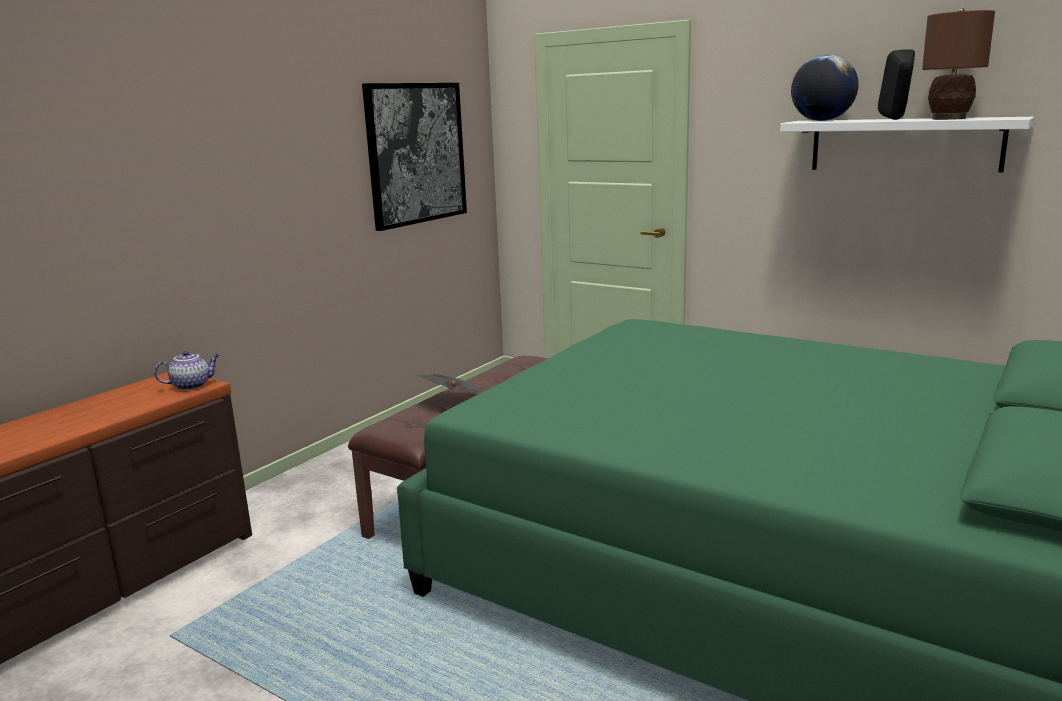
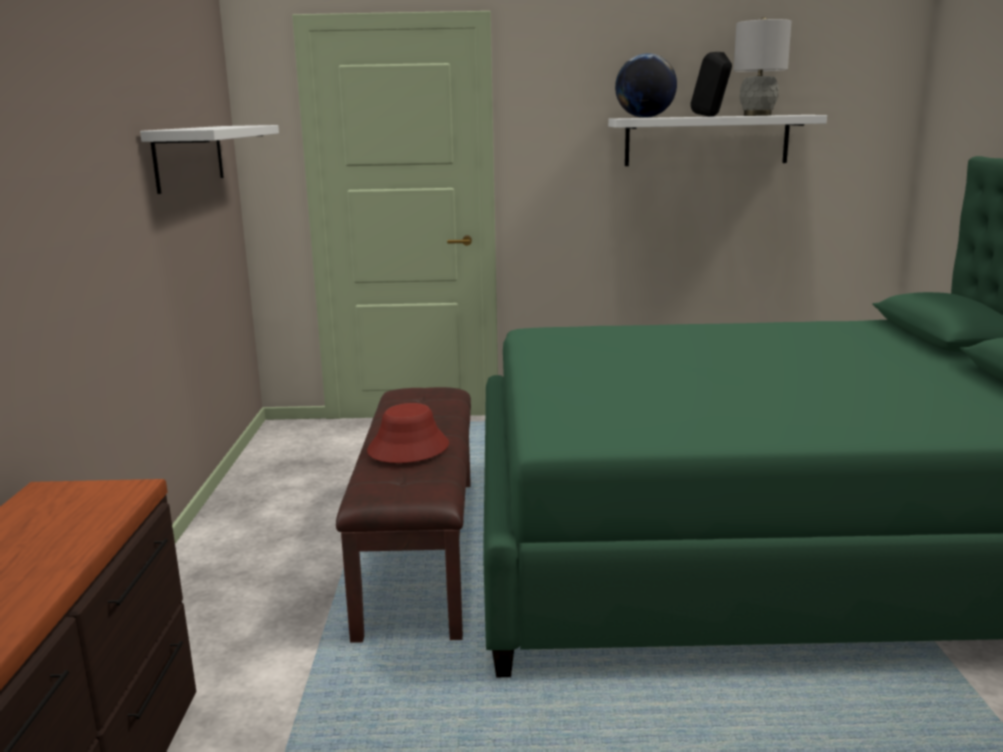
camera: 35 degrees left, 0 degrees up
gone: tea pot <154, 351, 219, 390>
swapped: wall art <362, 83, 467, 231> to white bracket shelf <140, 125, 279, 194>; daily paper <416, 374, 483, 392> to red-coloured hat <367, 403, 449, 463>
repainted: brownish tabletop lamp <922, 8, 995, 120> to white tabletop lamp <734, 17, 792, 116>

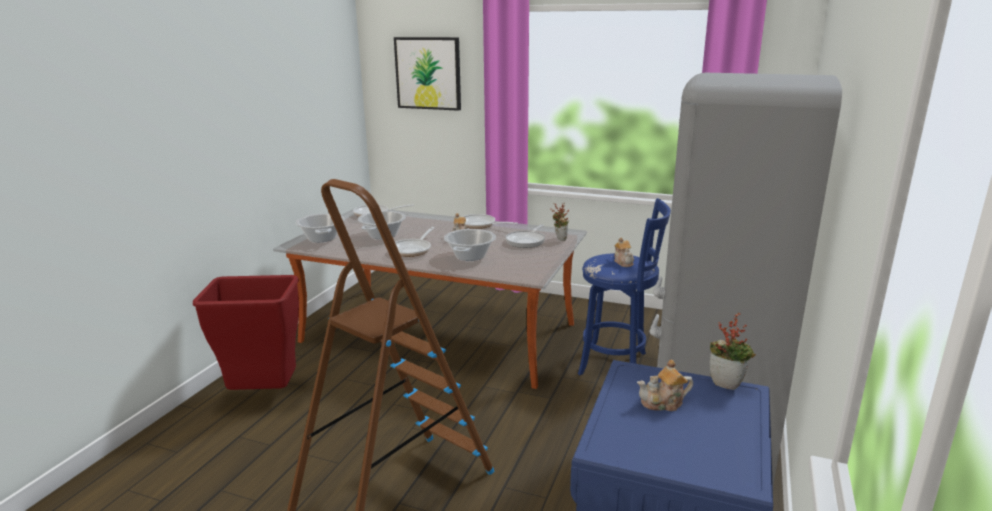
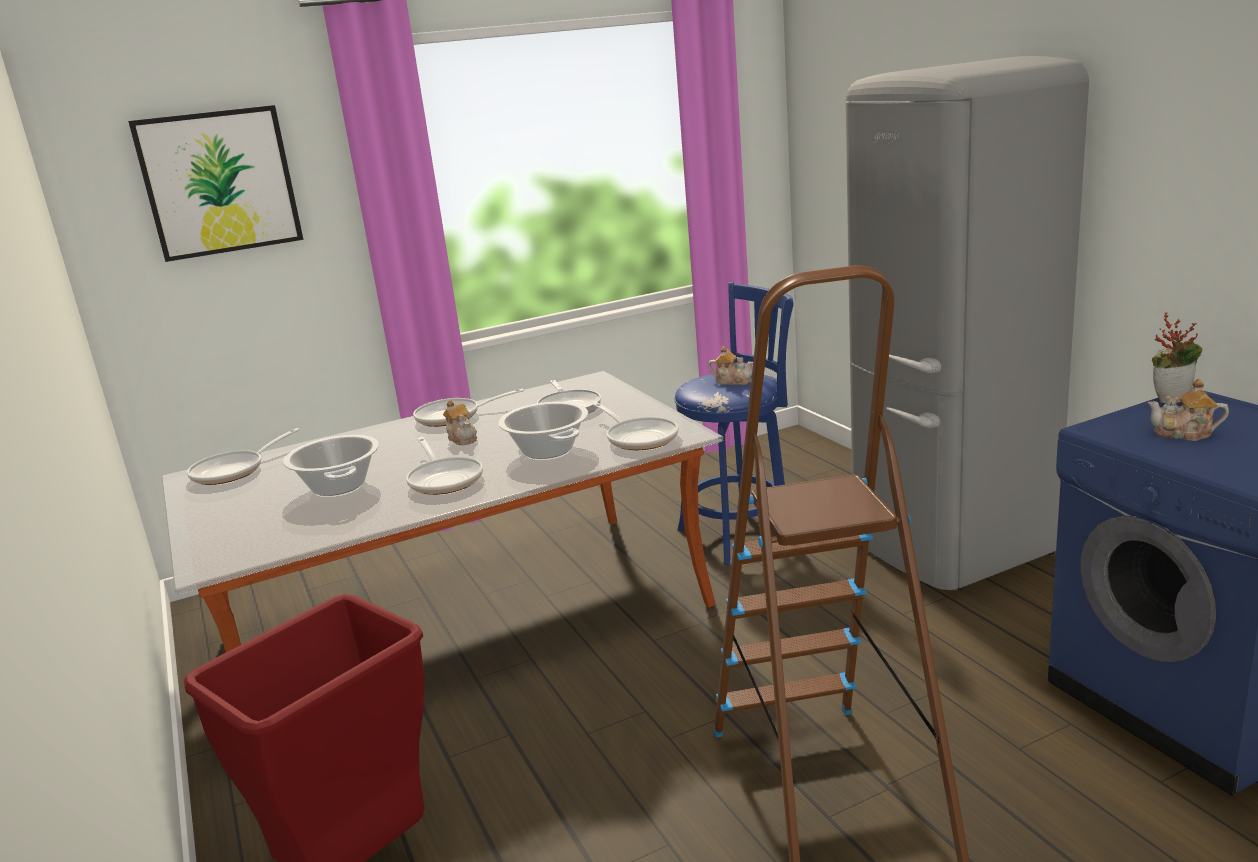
camera: 45 degrees left, 0 degrees up
gone: cooking pot <295, 213, 345, 242>; potted plant <550, 202, 569, 241>
new: frying pan <593, 403, 679, 450>
rotated: tea pot <637, 360, 693, 411> = <1148, 379, 1229, 441> 75 degrees clockwise

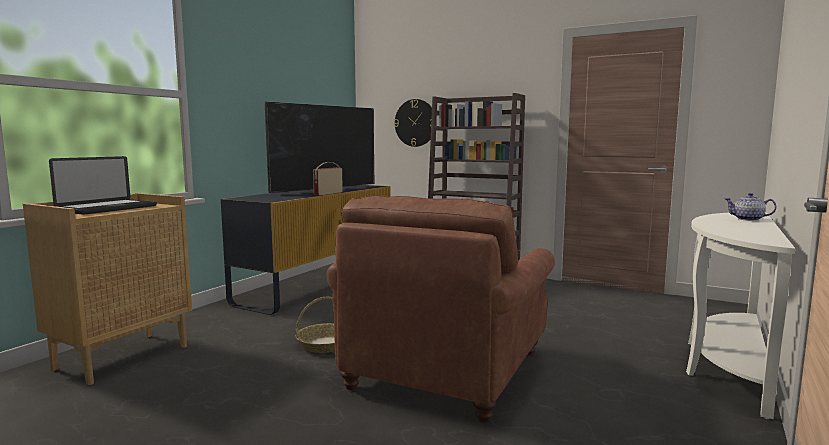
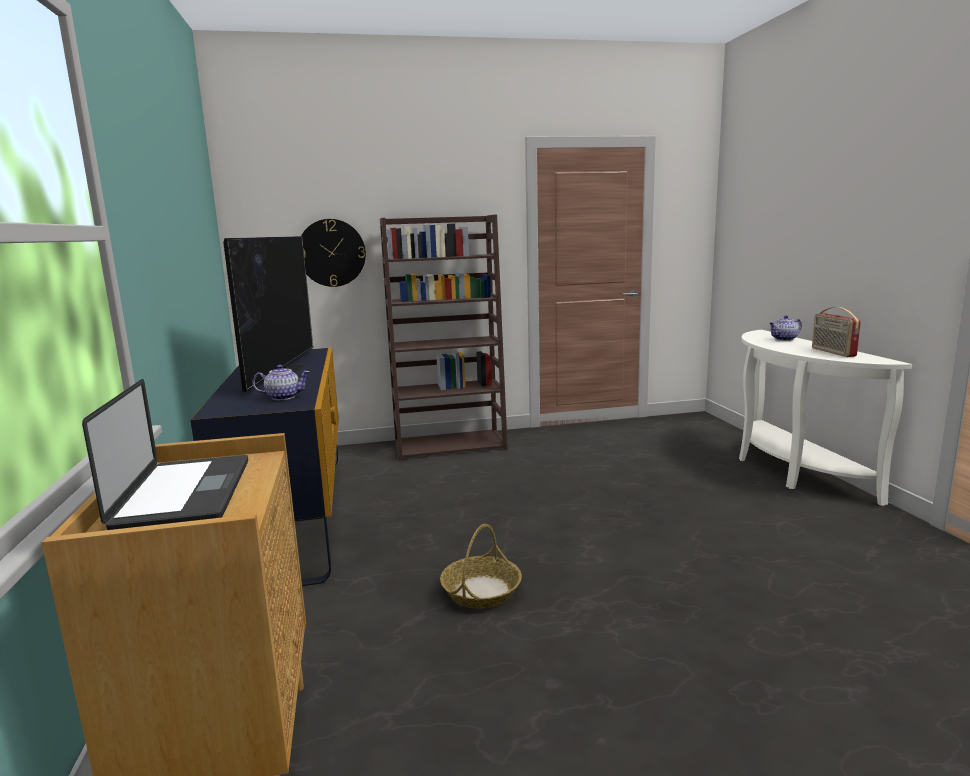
camera: 40 degrees left, 5 degrees up
gone: brownish easy chair <327, 195, 555, 423>
new: tea pot <252, 365, 310, 400>
shifted: radio <313, 162, 343, 195> to <812, 307, 861, 357>

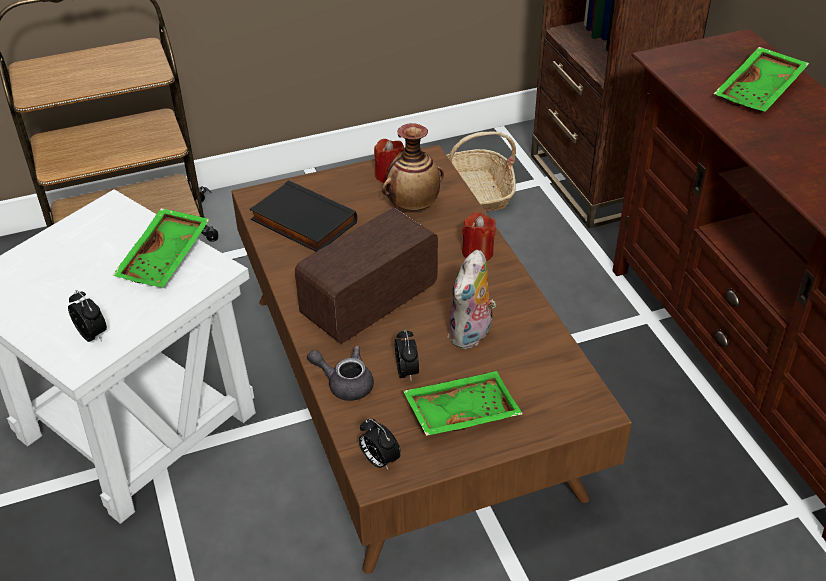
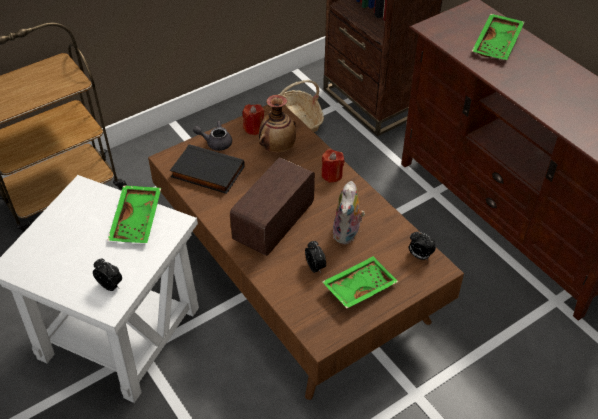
camera: 15 degrees left, 5 degrees up
shifted: greyish tea pot <307, 346, 374, 401> to <193, 121, 232, 151>; alarm clock <359, 419, 401, 471> to <409, 232, 436, 260>

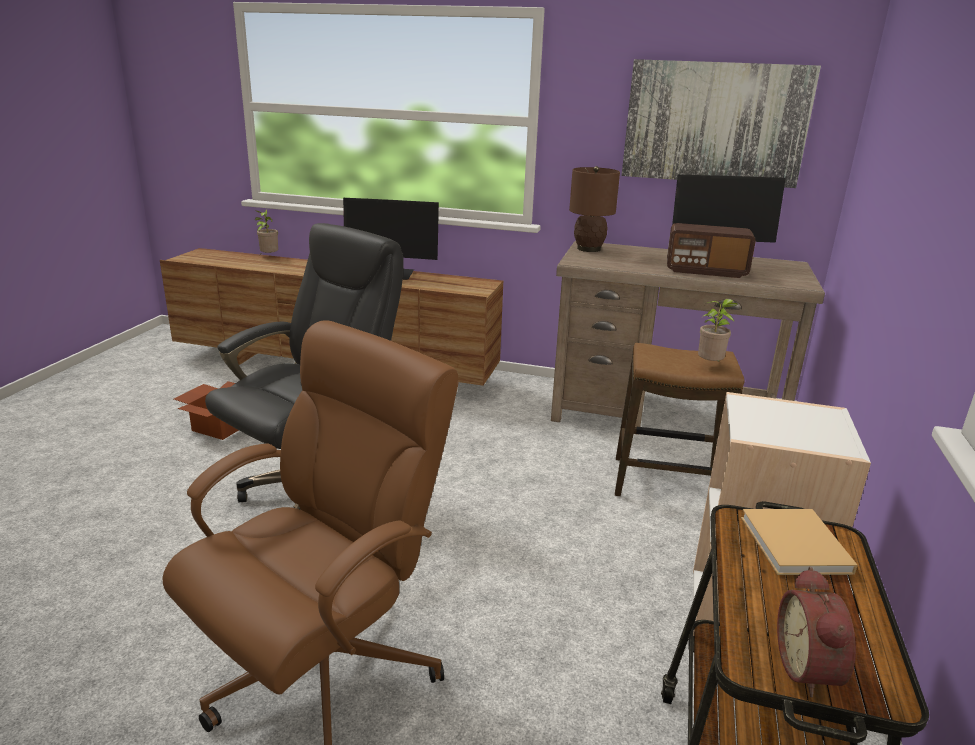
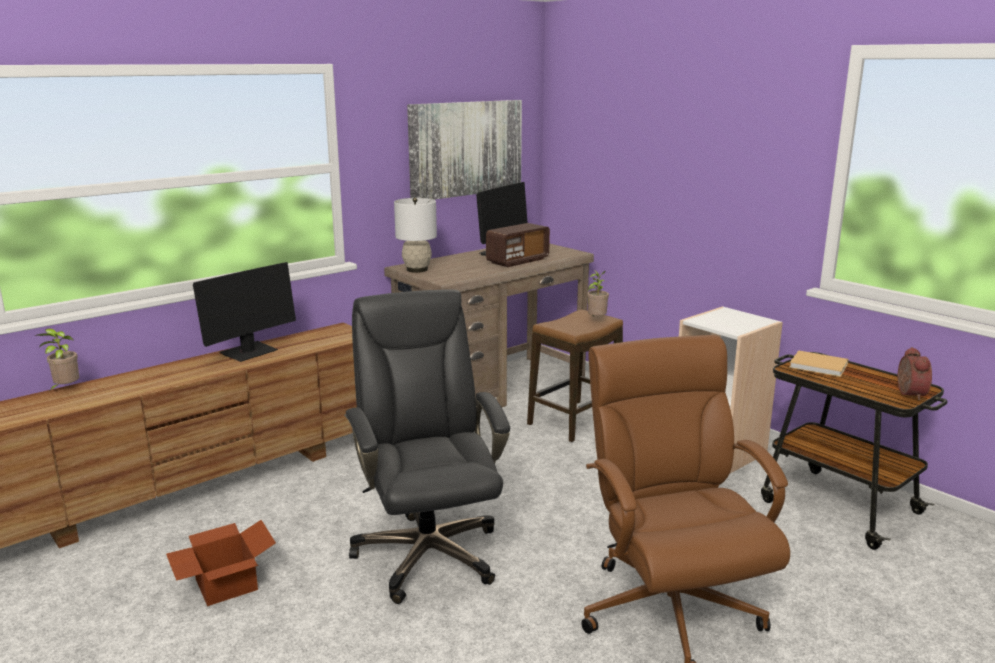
camera: 55 degrees left, 5 degrees down
repainted: brownish tabletop lamp <569, 166, 620, 252> to white tabletop lamp <394, 198, 437, 273>
rotated: alarm clock <777, 567, 856, 698> = <898, 347, 932, 400> 120 degrees counterclockwise

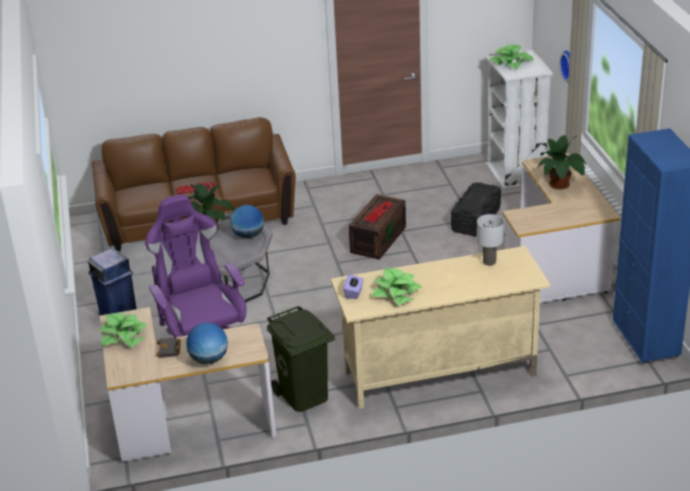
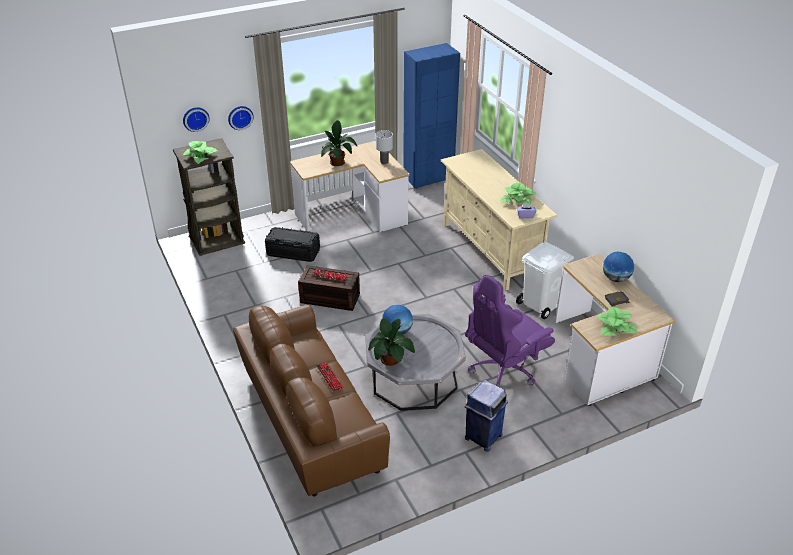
camera: 105 degrees left, 5 degrees up
new: wall clock <183, 107, 210, 132>
shifted: white tabletop lamp <477, 214, 504, 266> to <376, 130, 393, 164>
repainted: green trash can <267, 306, 335, 412> to white trash can <516, 242, 574, 319>; white bookshelf <485, 50, 553, 190> to brownish bookshelf <173, 138, 245, 256>

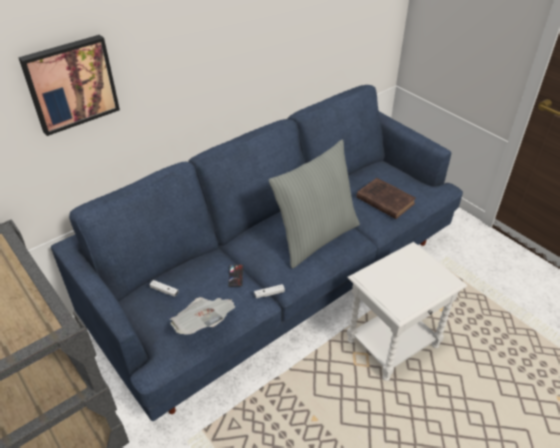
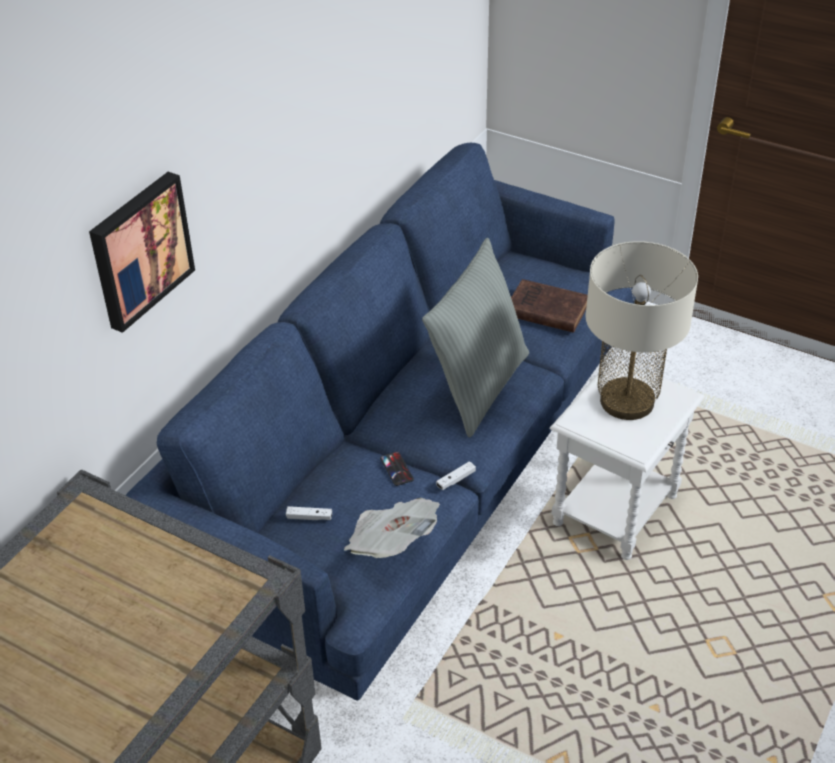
camera: 20 degrees left, 0 degrees up
new: tabletop lamp <585, 241, 698, 420>

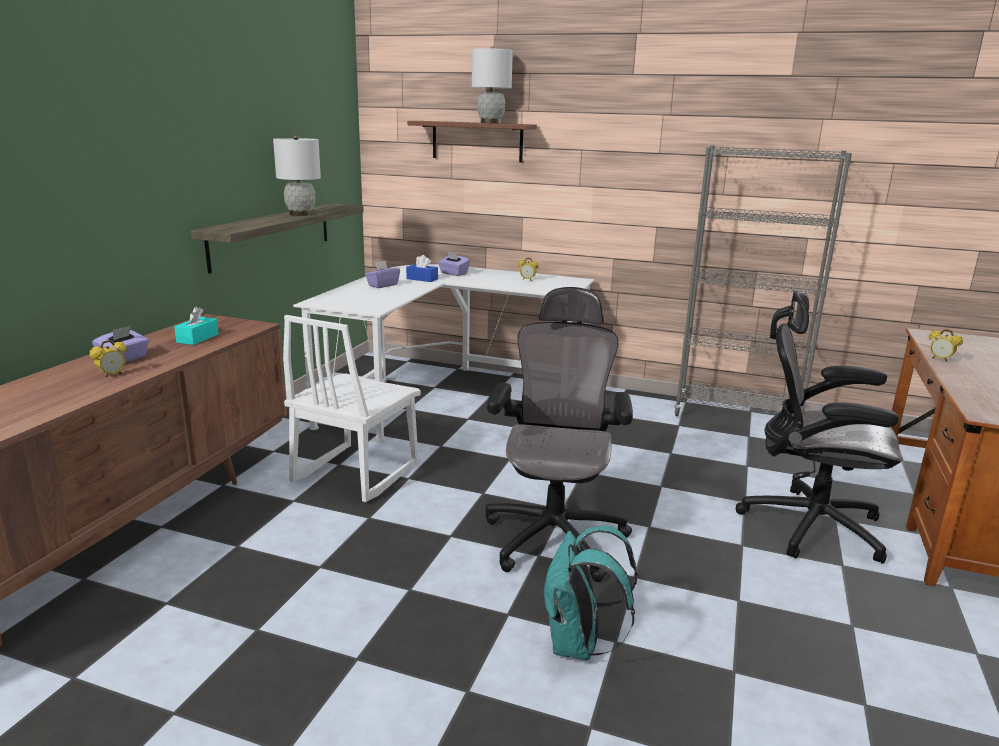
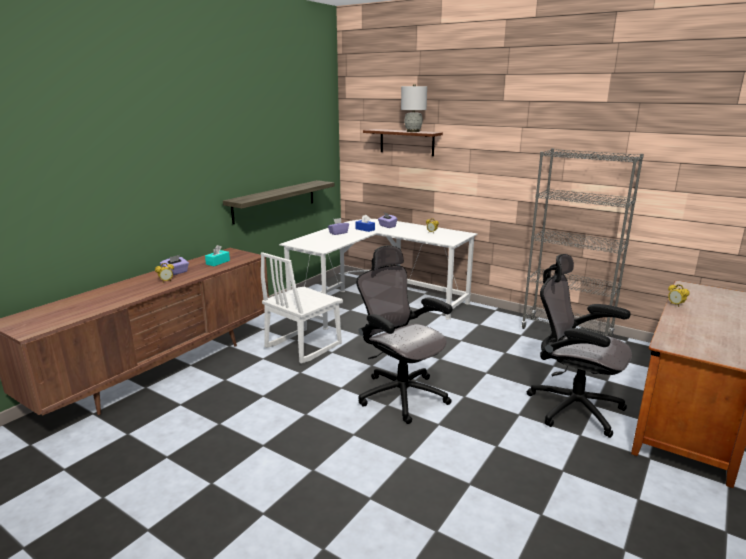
camera: 15 degrees right, 0 degrees up
gone: white tabletop lamp <273, 135, 321, 216>; turquoise rucksack <542, 526, 638, 661>
rotated: computer chair <486, 287, 633, 582> = <356, 245, 452, 424> 60 degrees counterclockwise

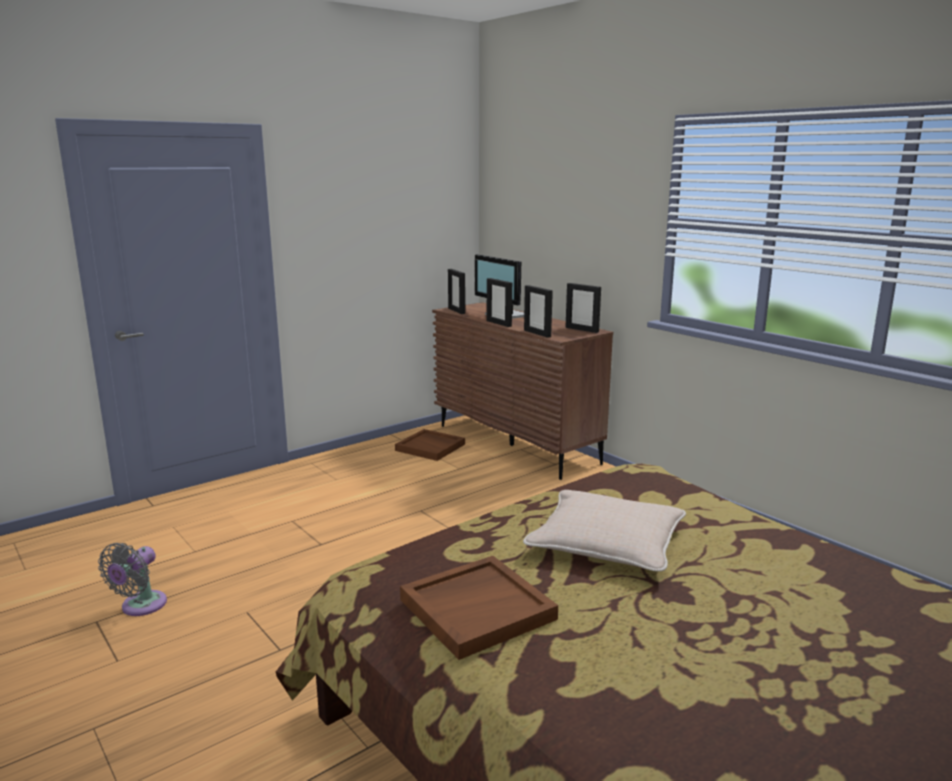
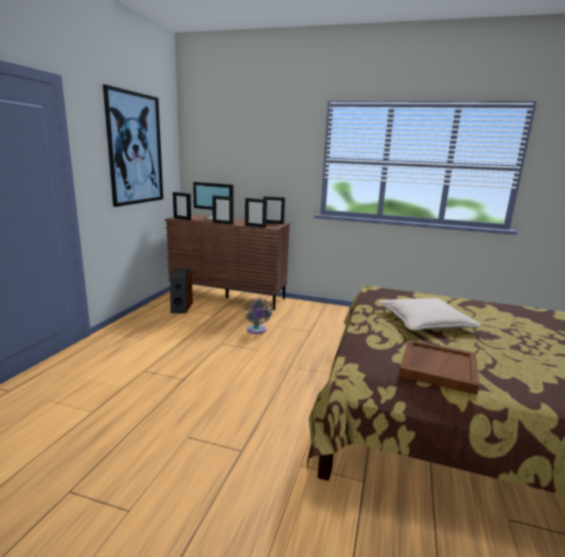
camera: 35 degrees left, 0 degrees up
new: wall art <103, 85, 163, 207>
shifted: greyish electric fan <98, 543, 167, 616> to <245, 299, 272, 334>
swapped: brownish tray <395, 429, 465, 461> to loudspeaker <170, 268, 193, 313>

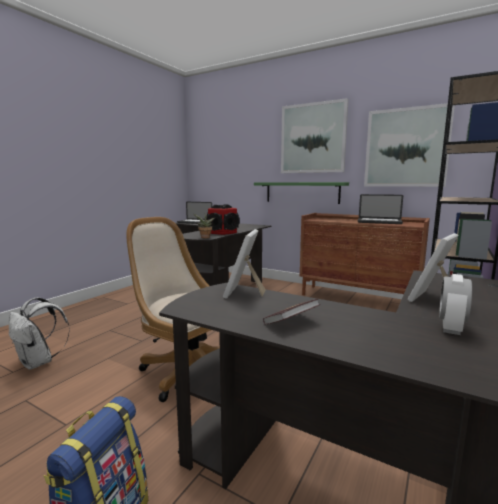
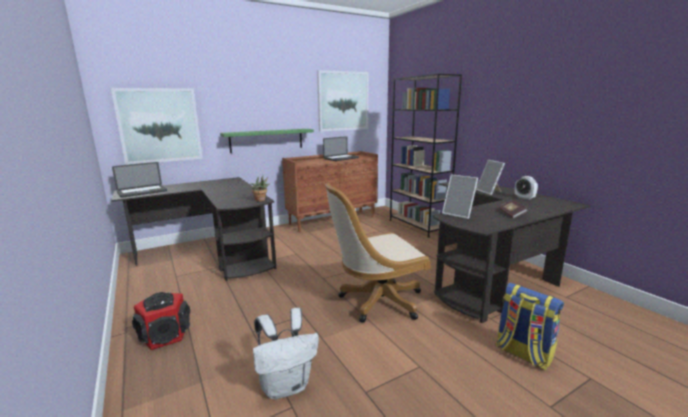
camera: 60 degrees left, 5 degrees up
shifted: loudspeaker <207, 204, 240, 235> to <132, 292, 190, 350>; wall art <281, 98, 348, 173> to <111, 88, 203, 165>

